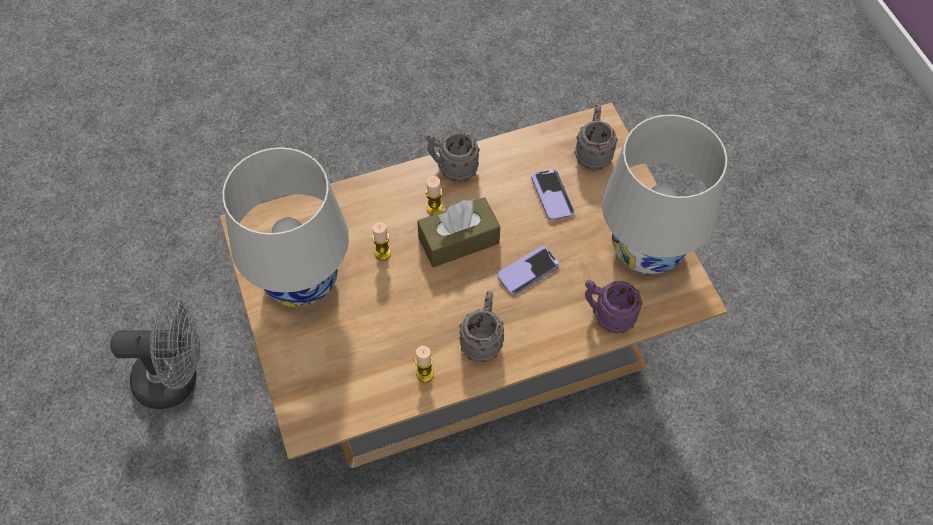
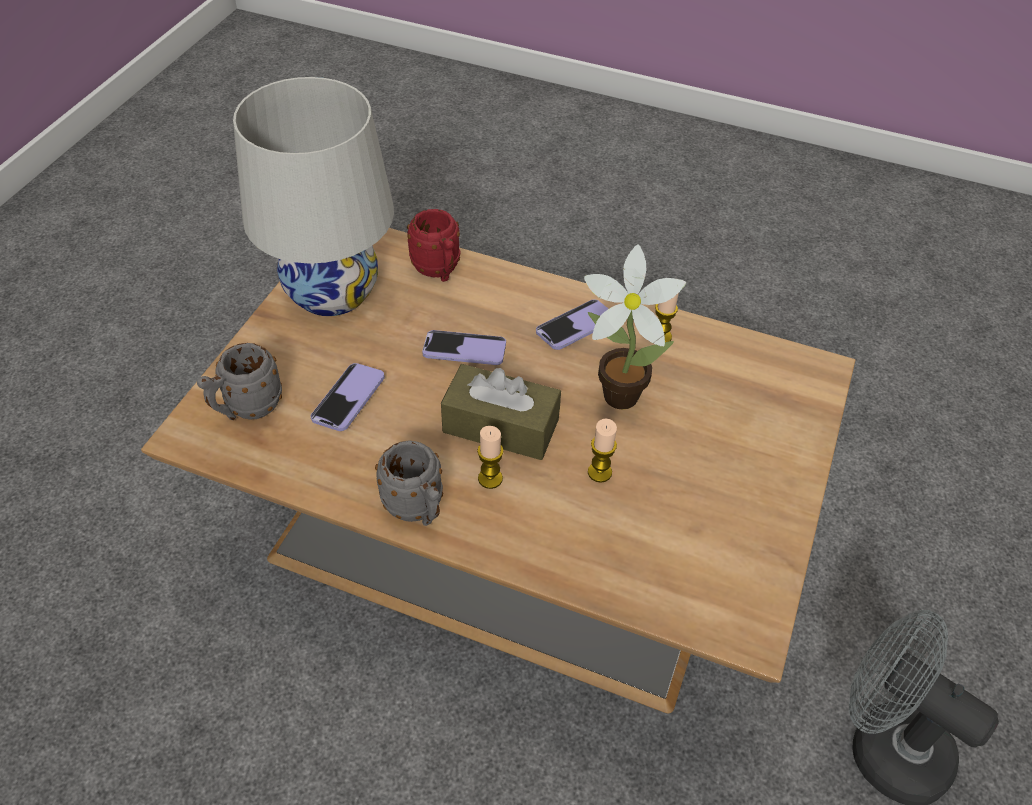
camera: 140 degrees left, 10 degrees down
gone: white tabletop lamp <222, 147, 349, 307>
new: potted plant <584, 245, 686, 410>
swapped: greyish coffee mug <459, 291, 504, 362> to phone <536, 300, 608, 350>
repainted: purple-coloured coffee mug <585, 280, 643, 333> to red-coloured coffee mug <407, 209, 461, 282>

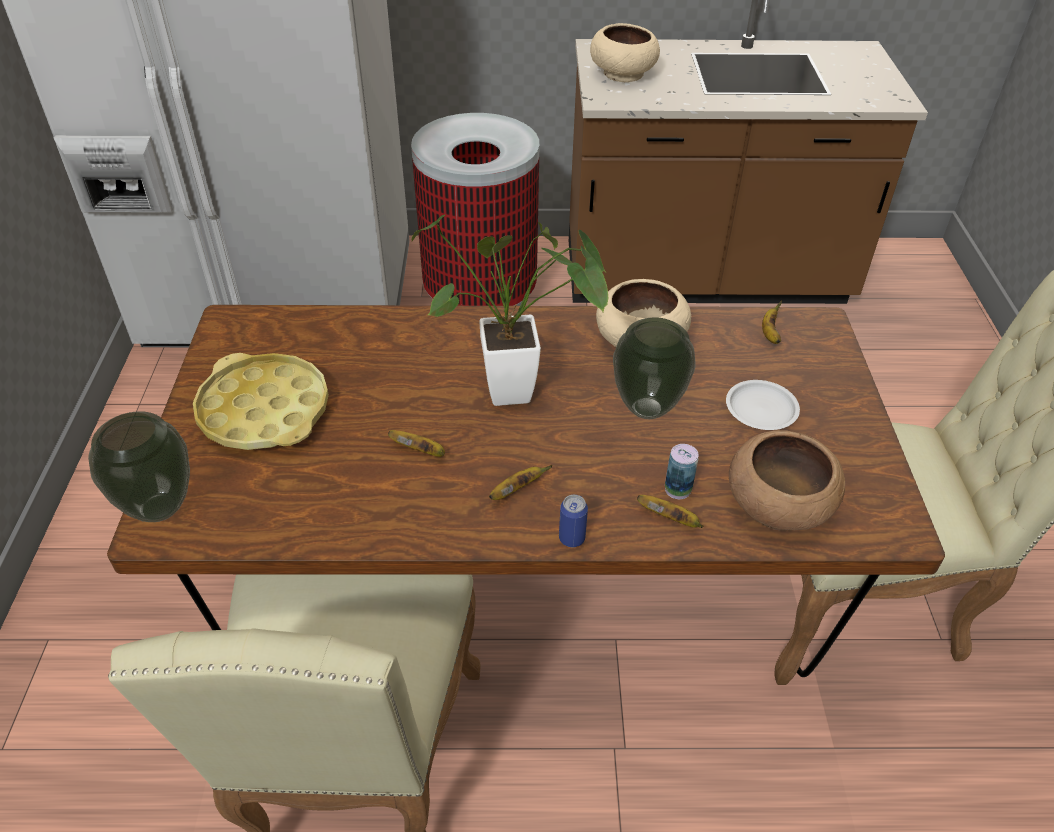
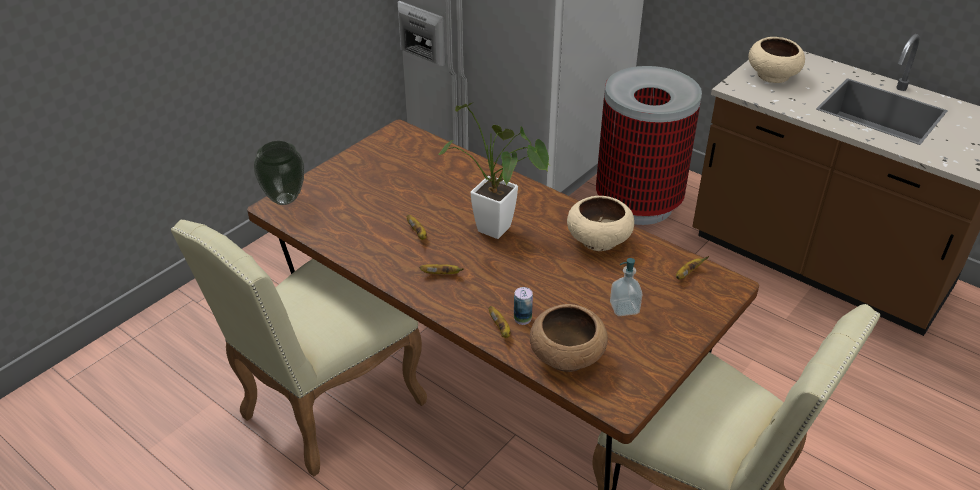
camera: 40 degrees right, 5 degrees down
gone: yellow-coloured tray <193, 353, 329, 450>; can <559, 495, 588, 547>; vase <613, 317, 696, 419>
swapped: white plate <726, 380, 800, 430> to soap dispenser <610, 258, 643, 316>

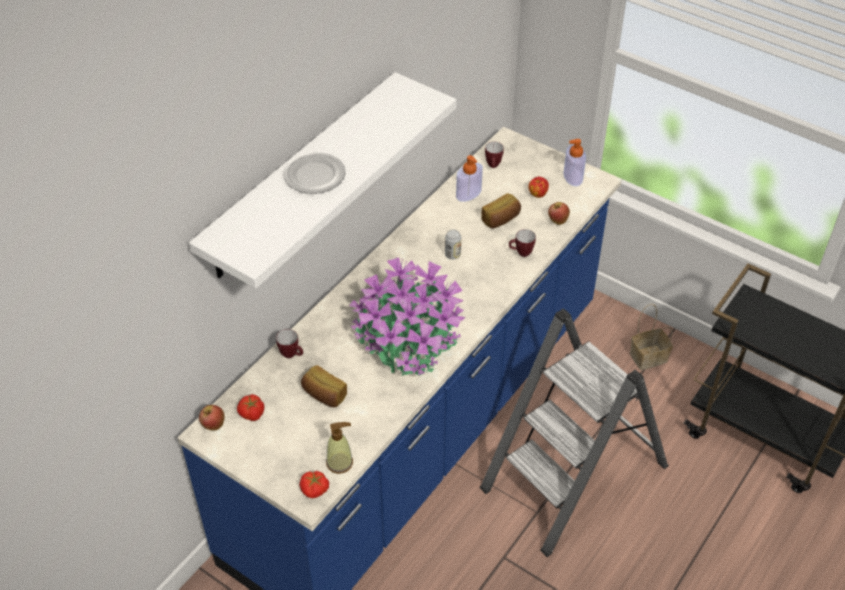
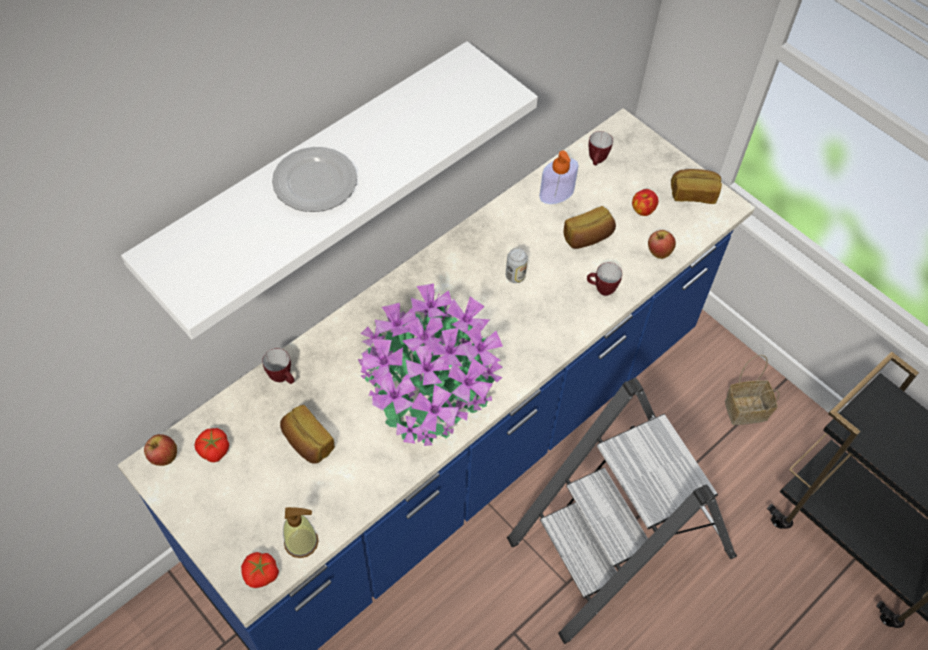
camera: 10 degrees right, 10 degrees up
swapped: soap dispenser <564, 139, 586, 186> to baked bread <671, 169, 722, 204>

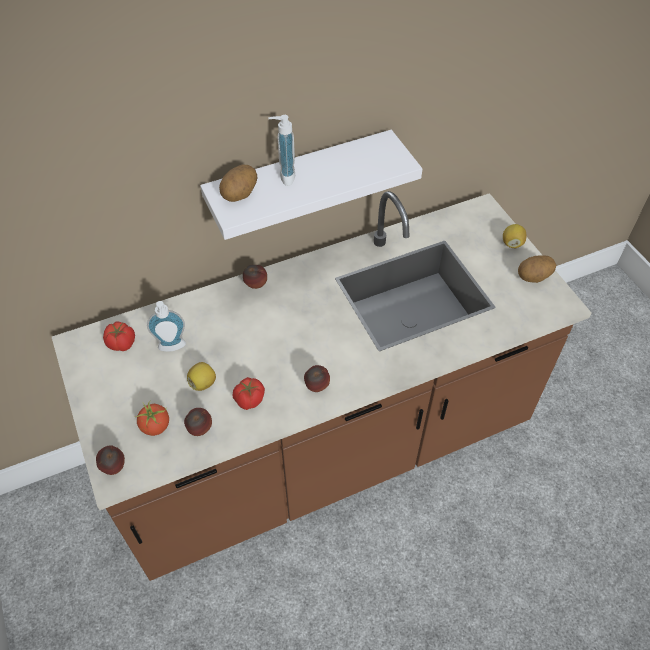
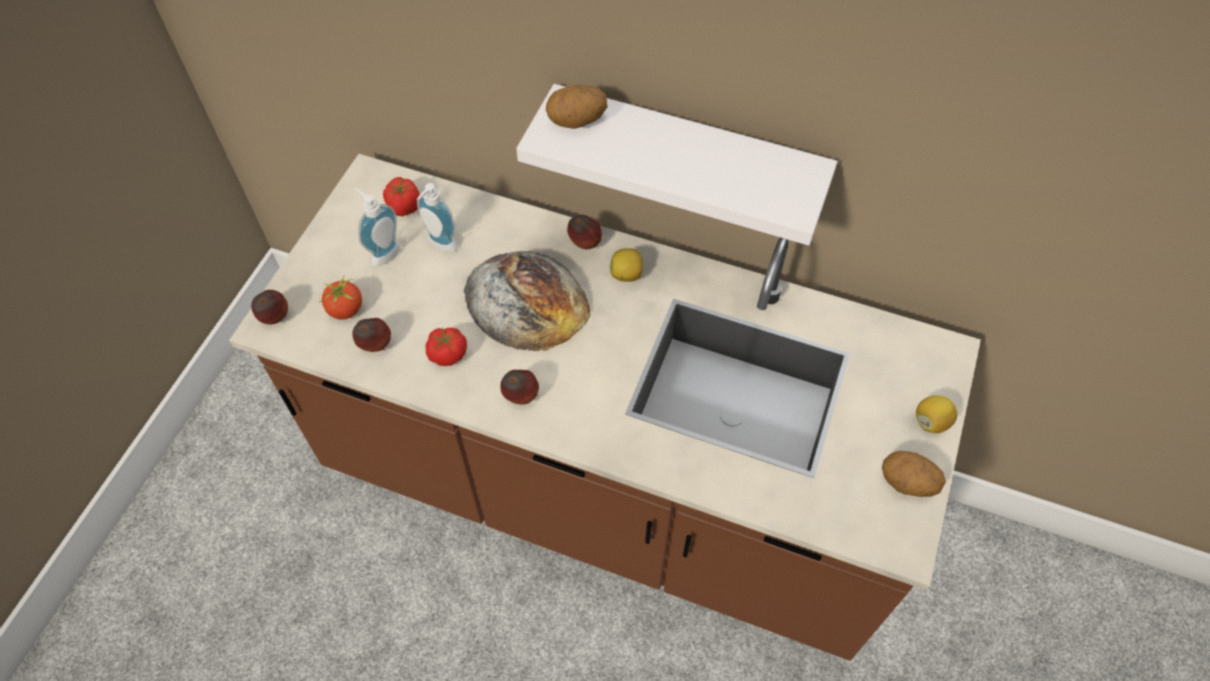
camera: 45 degrees right, 5 degrees up
new: baked bread <464, 251, 590, 351>
shifted: whole lemon <187, 362, 216, 391> to <610, 248, 643, 282>; soap dispenser <268, 115, 295, 186> to <355, 188, 401, 266>

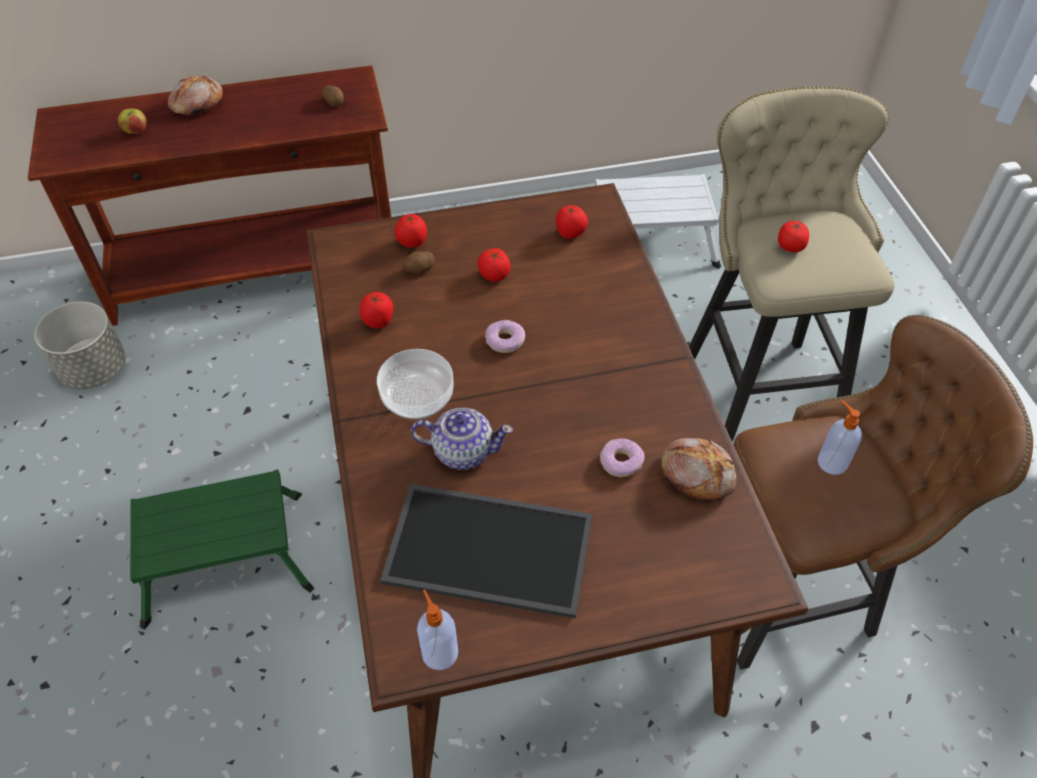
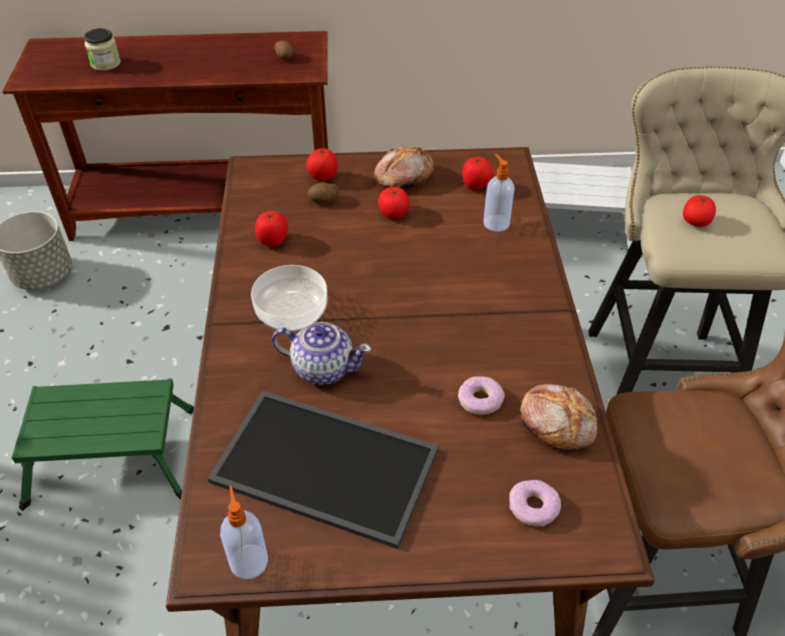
camera: 10 degrees right, 5 degrees down
shifted: baked bread <168, 76, 223, 115> to <374, 146, 434, 189>; doughnut <485, 320, 525, 353> to <509, 480, 561, 527>; soap dispenser <817, 400, 862, 475> to <483, 154, 515, 232>
swapped: apple fruit <118, 109, 147, 134> to storage jar <84, 28, 121, 71>

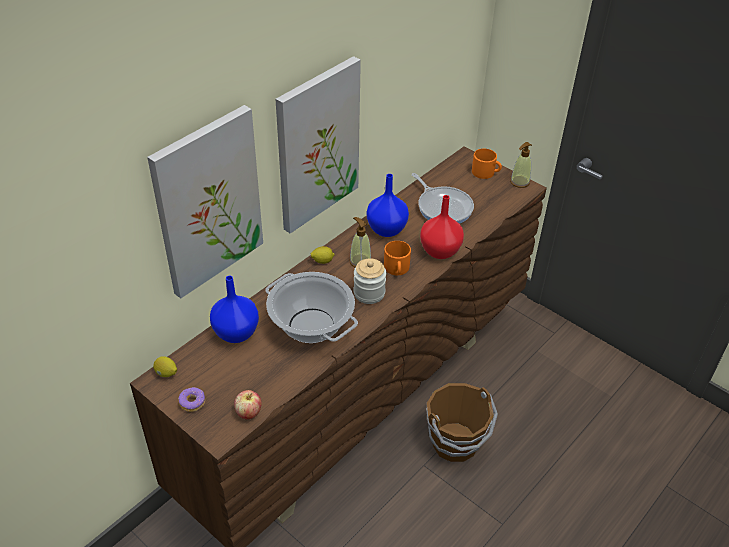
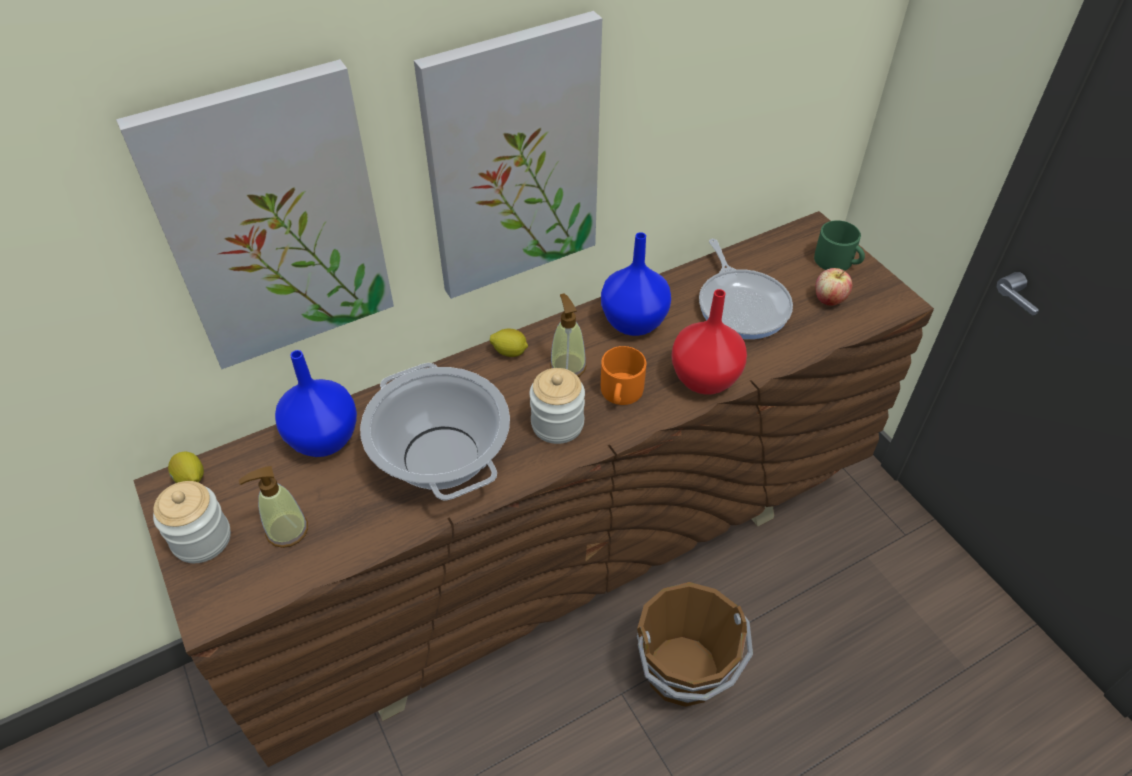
camera: 20 degrees right, 5 degrees up
shifted: apple fruit <234, 390, 262, 419> to <816, 268, 852, 306>; soap dispenser <510, 142, 532, 188> to <239, 466, 308, 548>
swapped: doughnut <178, 387, 205, 412> to storage jar <153, 481, 231, 563>
repainted: orange-coloured coffee mug <472, 149, 502, 179> to green coffee mug <814, 220, 865, 271>

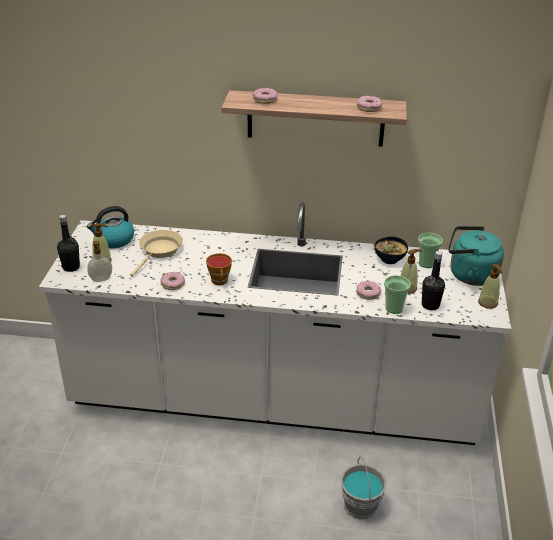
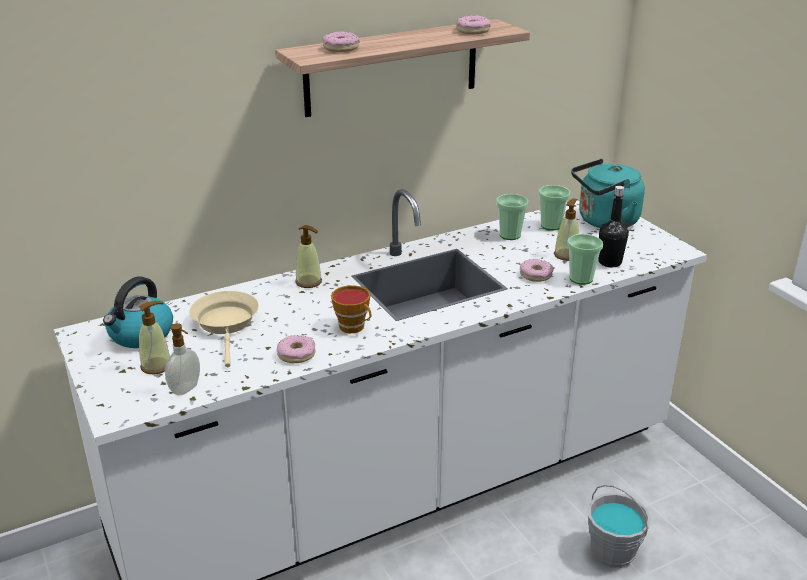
camera: 35 degrees left, 5 degrees down
gone: black bottle <57, 215, 80, 272>
shifted: soap dispenser <478, 264, 503, 309> to <295, 225, 322, 288>
swapped: bowl <374, 237, 408, 264> to cup <496, 194, 528, 240>

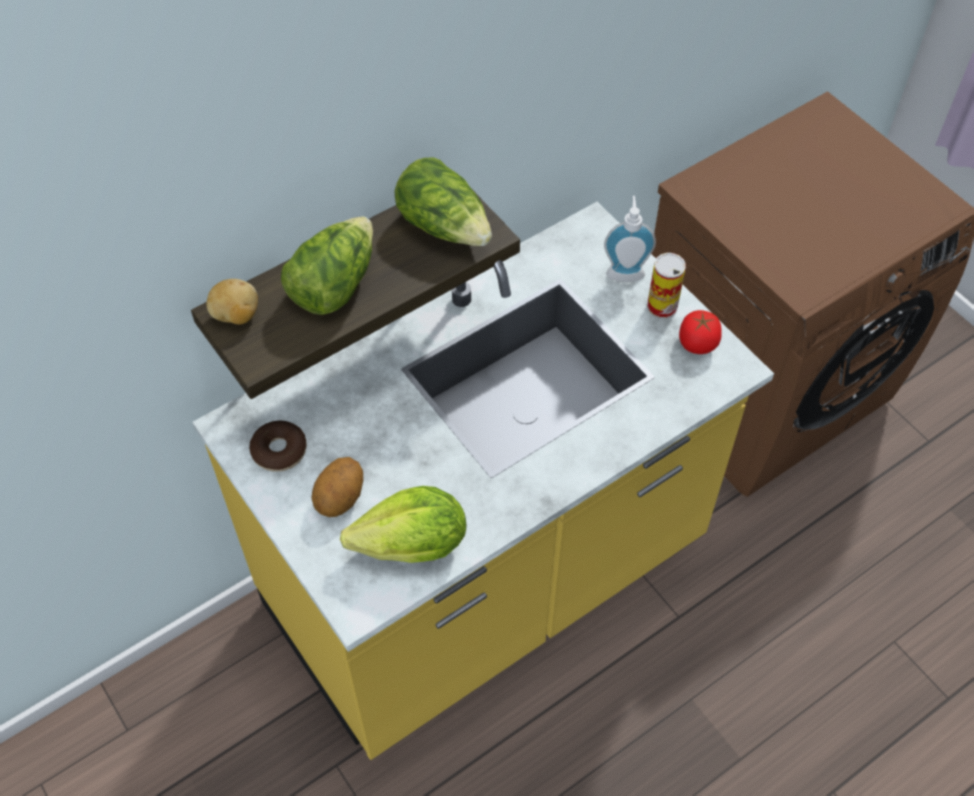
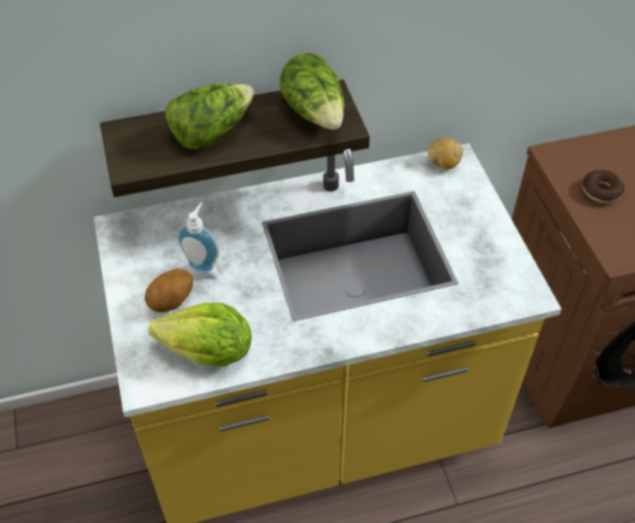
camera: 20 degrees right, 5 degrees down
gone: can <647, 253, 686, 319>; whole tomato <679, 310, 722, 354>
shifted: potato <206, 279, 258, 324> to <428, 138, 463, 169>; doughnut <249, 421, 307, 472> to <582, 170, 625, 203>; soap dispenser <604, 196, 656, 282> to <177, 203, 219, 279>

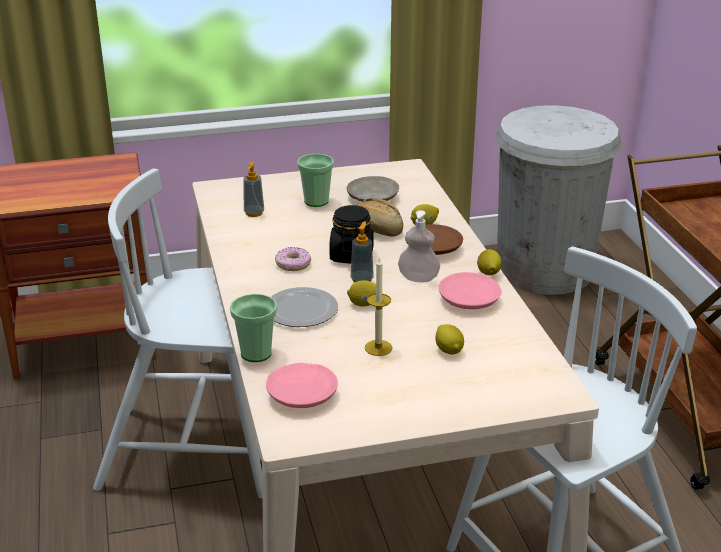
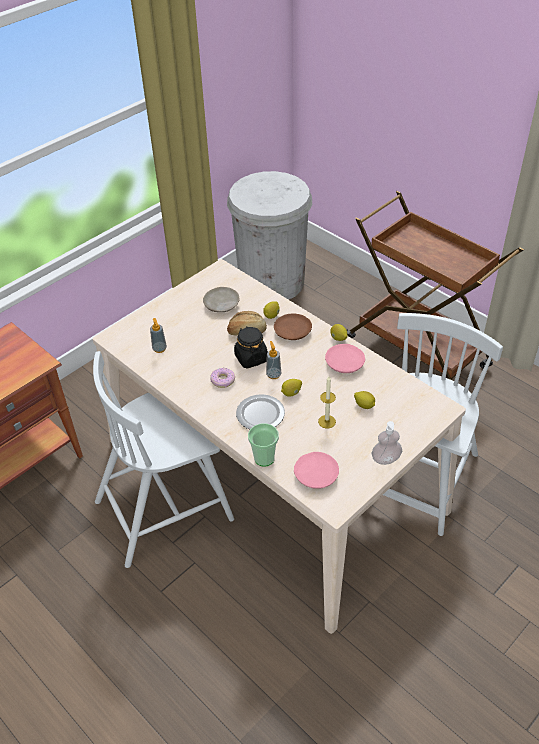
camera: 30 degrees left, 15 degrees up
gone: cup <297, 154, 334, 207>
shifted: soap dispenser <398, 210, 440, 282> to <372, 421, 402, 465>

